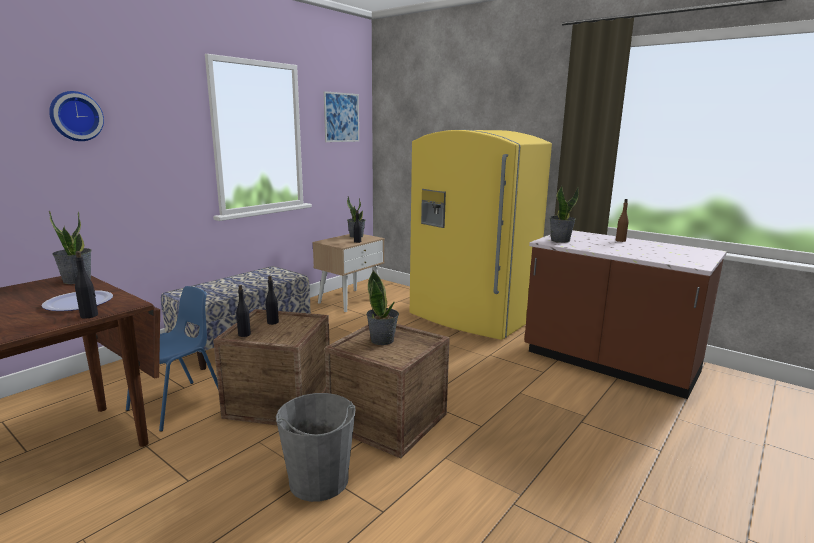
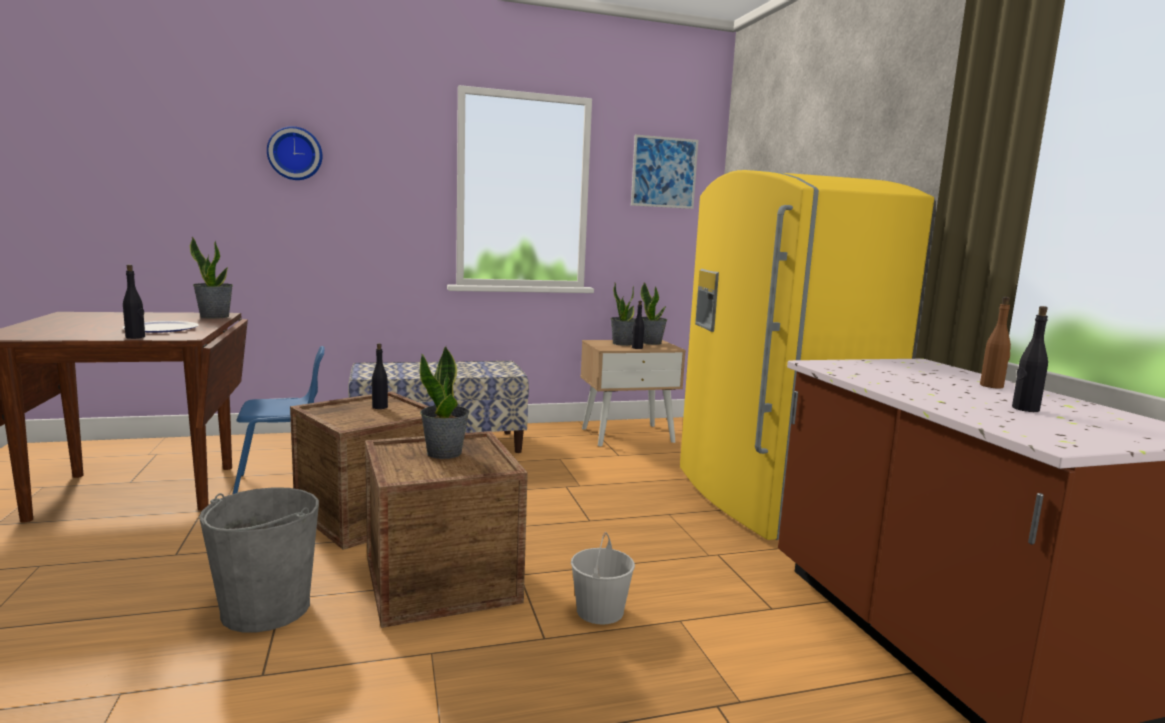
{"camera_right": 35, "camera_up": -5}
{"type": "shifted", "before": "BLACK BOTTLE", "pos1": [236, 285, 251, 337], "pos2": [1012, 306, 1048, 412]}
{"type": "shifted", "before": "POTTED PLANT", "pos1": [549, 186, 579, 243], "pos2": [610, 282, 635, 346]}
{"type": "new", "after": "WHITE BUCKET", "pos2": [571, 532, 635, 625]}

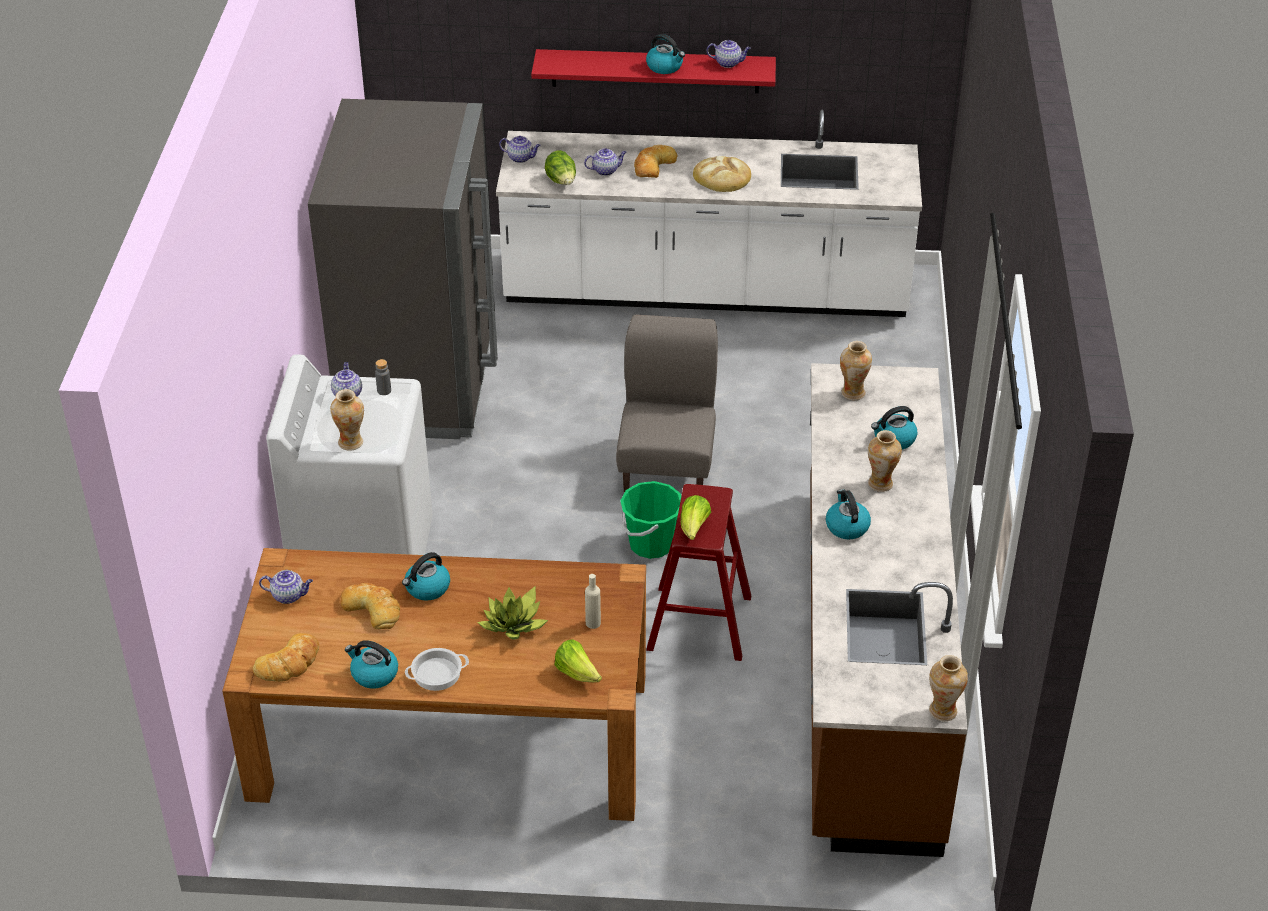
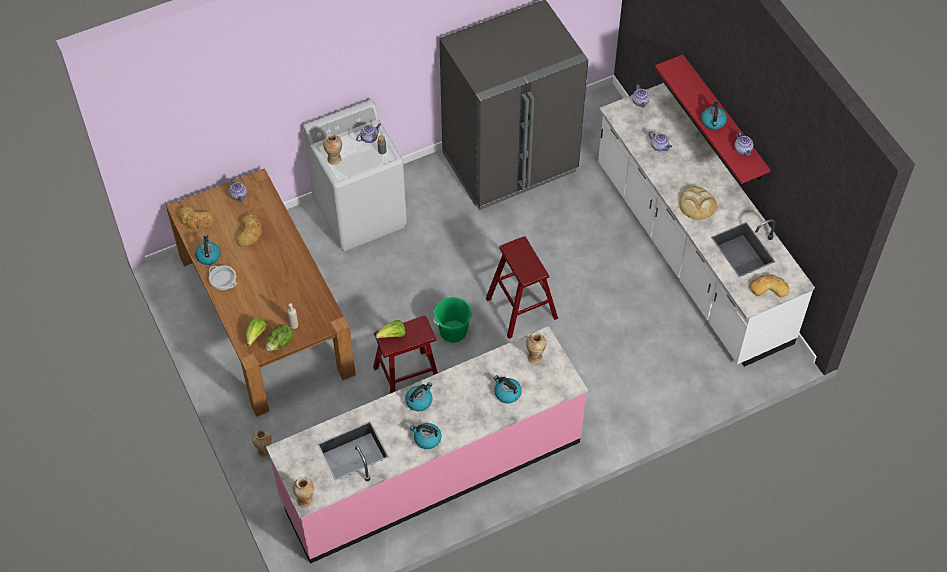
{"camera_right": 60, "camera_up": 15}
{"type": "shifted", "before": "KETTLE", "pos1": [402, 552, 450, 601], "pos2": [410, 423, 442, 449]}
{"type": "gone", "before": "POTTED PLANT", "pos1": [477, 586, 548, 640]}
{"type": "shifted", "before": "LETTUCE", "pos1": [545, 150, 576, 185], "pos2": [266, 324, 293, 351]}
{"type": "swapped", "before": "GREY CHAIR", "after": "RED STOOL", "pos1": [616, 314, 718, 492], "pos2": [486, 236, 558, 339]}
{"type": "shifted", "before": "BREAD", "pos1": [634, 145, 677, 178], "pos2": [749, 274, 789, 298]}
{"type": "repainted", "before": "BROWN COUNTER", "after": "PINK COUNTER", "pos1": [810, 363, 967, 857], "pos2": [266, 326, 588, 564]}
{"type": "shifted", "before": "VASE", "pos1": [868, 430, 902, 492], "pos2": [252, 429, 272, 457]}

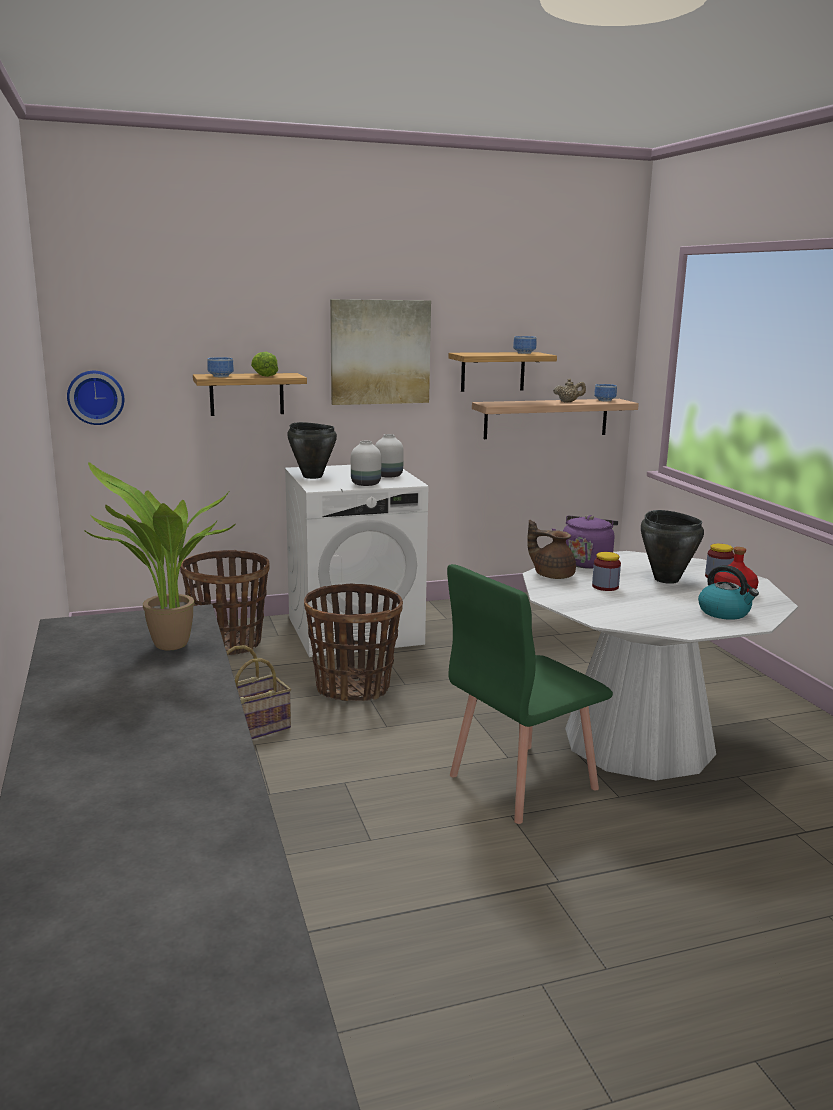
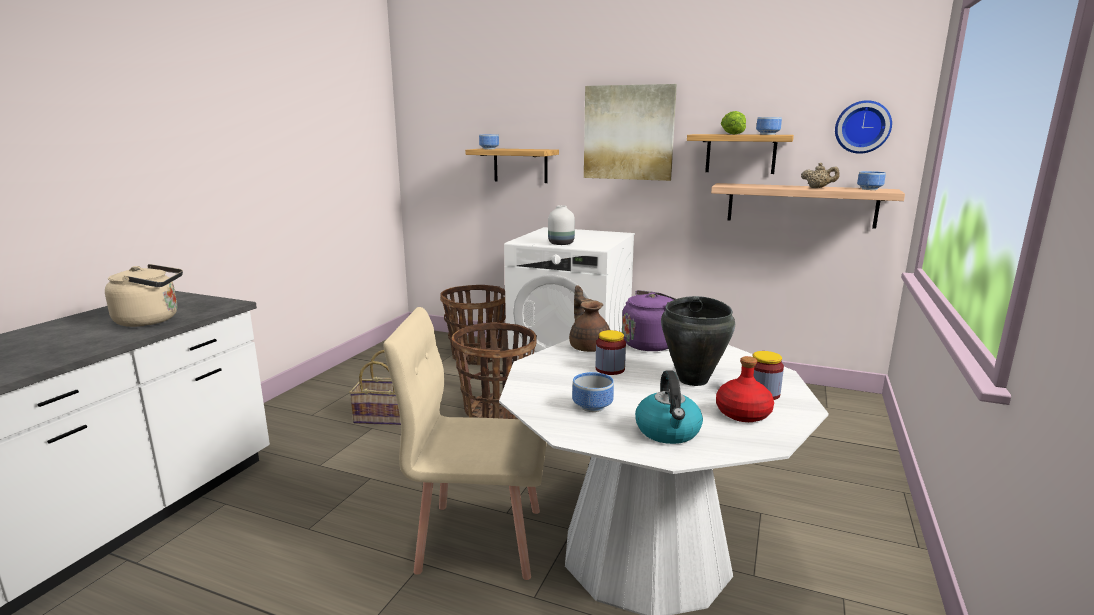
{"camera_right": 40, "camera_up": 0}
{"type": "shifted", "before": "WALL CLOCK", "pos1": [67, 371, 124, 425], "pos2": [835, 100, 892, 154]}
{"type": "swapped", "before": "POTTED PLANT", "after": "BEIGE KETTLE", "pos1": [84, 462, 236, 650], "pos2": [105, 264, 183, 327]}
{"type": "shifted", "before": "LETTUCE", "pos1": [251, 352, 278, 377], "pos2": [721, 111, 746, 135]}
{"type": "gone", "before": "BLACK COOKING POT", "pos1": [287, 422, 337, 479]}
{"type": "gone", "before": "WHITE VASE", "pos1": [375, 434, 404, 478]}
{"type": "repainted", "before": "GREEN CHAIR", "after": "BEIGE CHAIR", "pos1": [447, 564, 613, 824], "pos2": [384, 307, 547, 580]}
{"type": "new", "after": "BOWL", "pos2": [572, 372, 614, 412]}

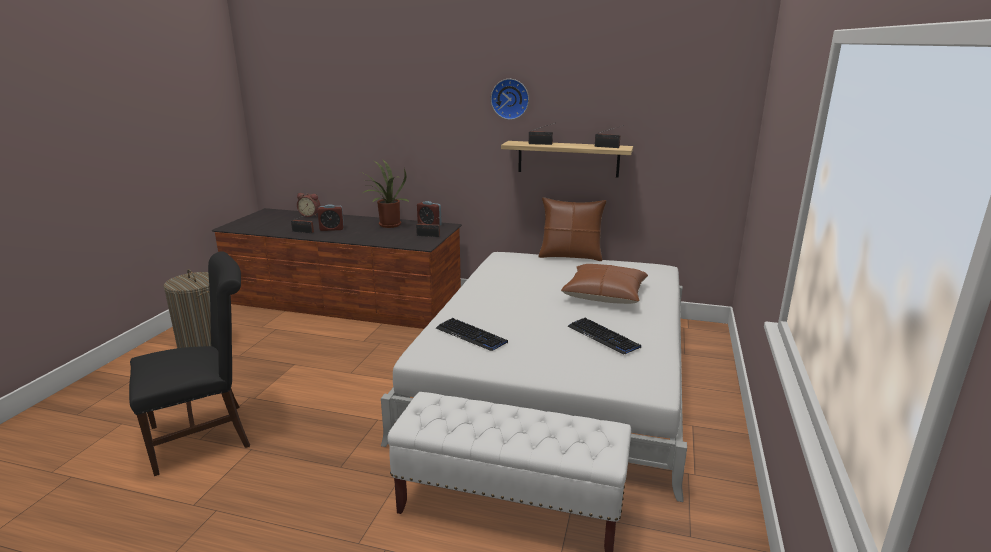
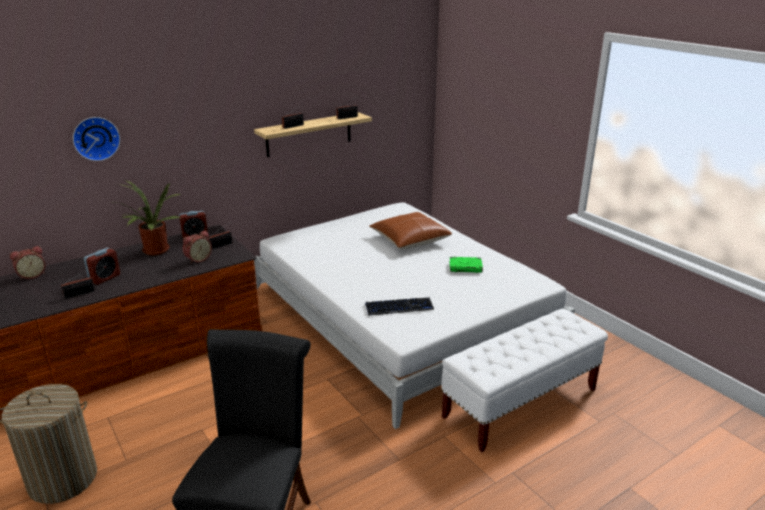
{"camera_right": -50, "camera_up": 5}
{"type": "shifted", "before": "WALL CLOCK", "pos1": [491, 79, 529, 120], "pos2": [73, 117, 120, 161]}
{"type": "gone", "before": "BROWN PILLOW", "pos1": [538, 197, 606, 261]}
{"type": "swapped", "before": "KEYBOARD", "after": "GREEN BOOK", "pos1": [568, 318, 641, 354], "pos2": [450, 257, 483, 273]}
{"type": "new", "after": "ALARM CLOCK", "pos2": [183, 230, 212, 264]}

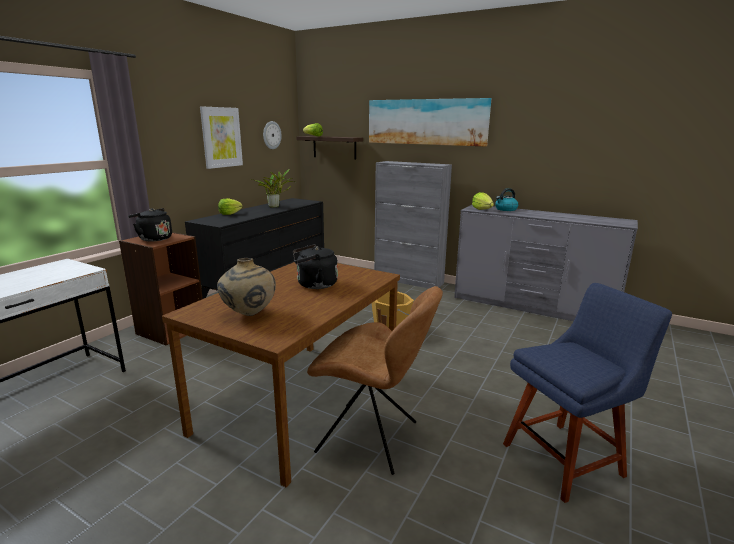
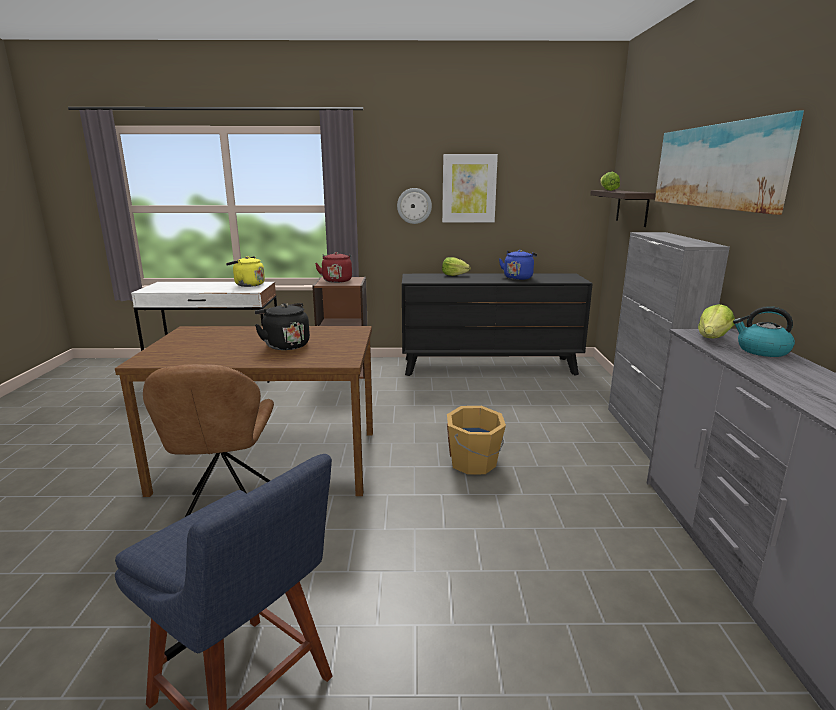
{"camera_right": 60, "camera_up": 0}
{"type": "repainted", "before": "BLACK KETTLE", "after": "RED KETTLE", "pos1": [128, 208, 172, 241], "pos2": [315, 252, 352, 283]}
{"type": "gone", "before": "BEIGE VASE", "pos1": [217, 258, 276, 316]}
{"type": "swapped", "before": "POTTED PLANT", "after": "BLUE KETTLE", "pos1": [250, 169, 296, 208], "pos2": [499, 250, 537, 280]}
{"type": "shifted", "before": "WALL CLOCK", "pos1": [263, 121, 282, 149], "pos2": [397, 188, 432, 224]}
{"type": "new", "after": "YELLOW KETTLE", "pos2": [226, 256, 265, 287]}

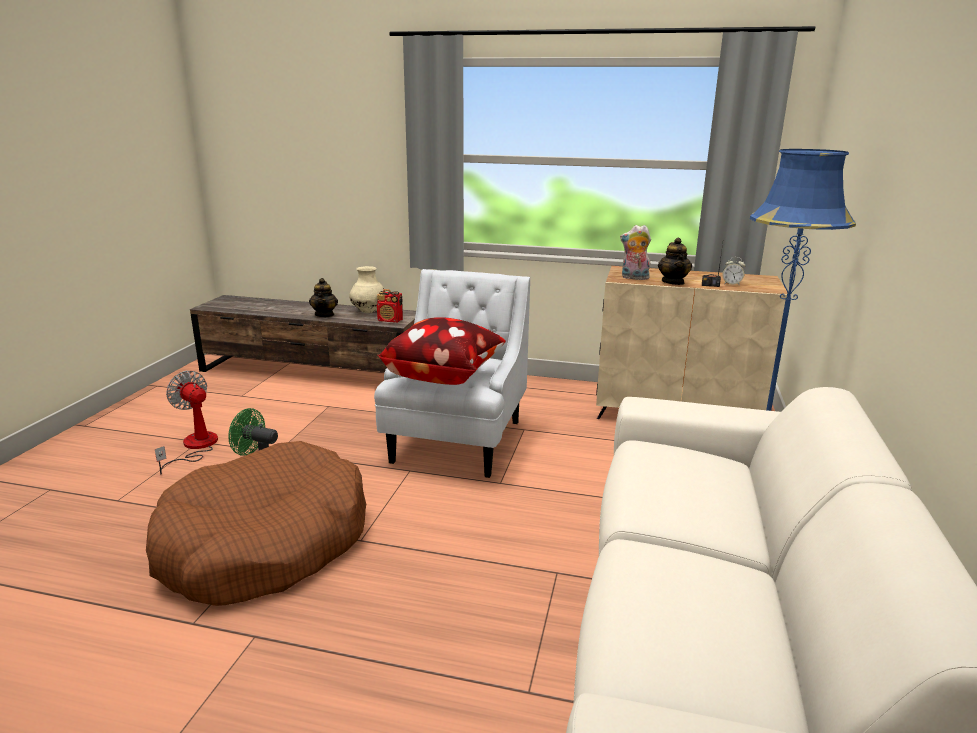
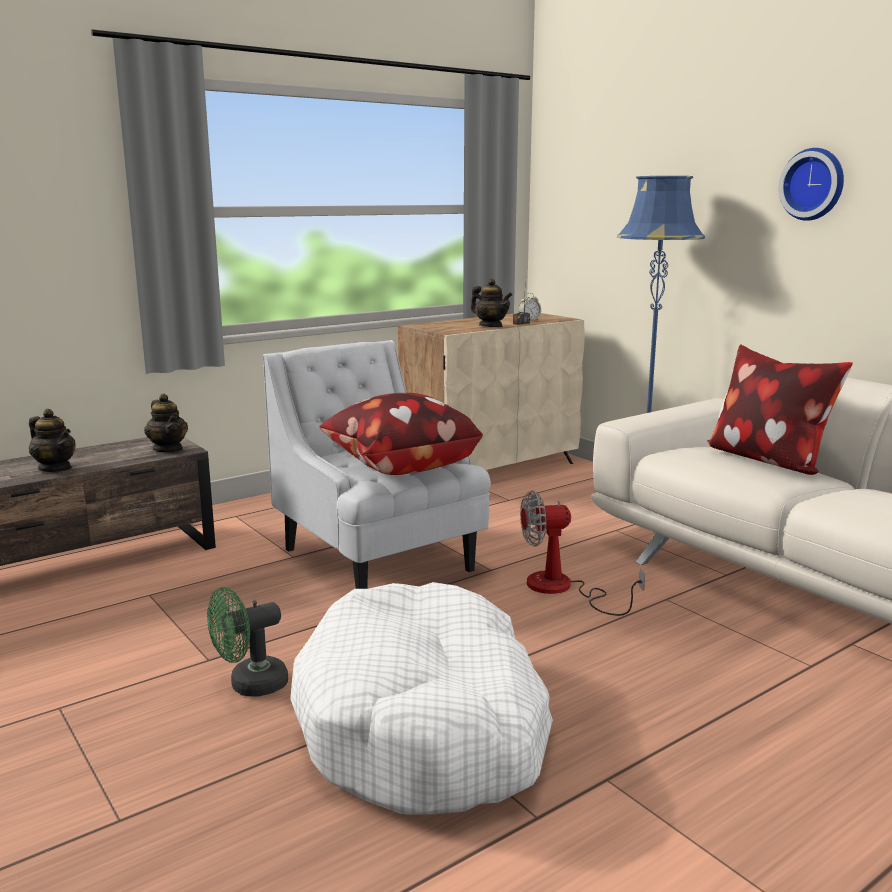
{"camera_right": -50, "camera_up": -5}
{"type": "repainted", "before": "BROWN DOG BED", "after": "WHITE DOG BED", "pos1": [146, 441, 366, 606], "pos2": [290, 582, 553, 815]}
{"type": "shifted", "before": "FAN", "pos1": [155, 371, 218, 474], "pos2": [520, 491, 645, 616]}
{"type": "gone", "before": "BEIGE VASE", "pos1": [349, 266, 386, 313]}
{"type": "swapped", "before": "RADIO", "after": "TEAPOT", "pos1": [377, 289, 403, 323], "pos2": [144, 394, 188, 453]}
{"type": "gone", "before": "PLUSH TOY", "pos1": [620, 225, 651, 281]}
{"type": "new", "after": "PILLOW", "pos2": [707, 345, 853, 475]}
{"type": "new", "after": "WALL CLOCK", "pos2": [778, 148, 844, 221]}

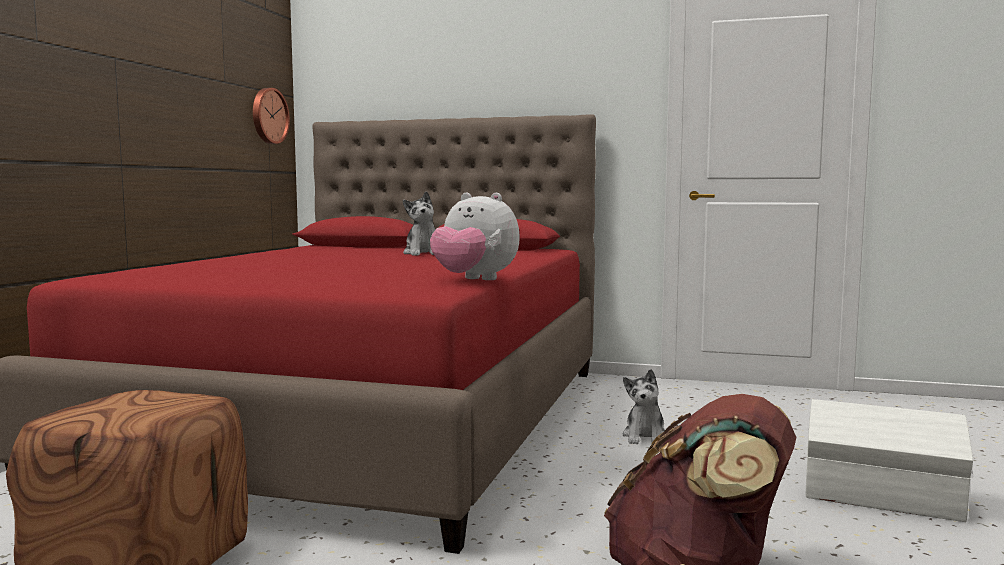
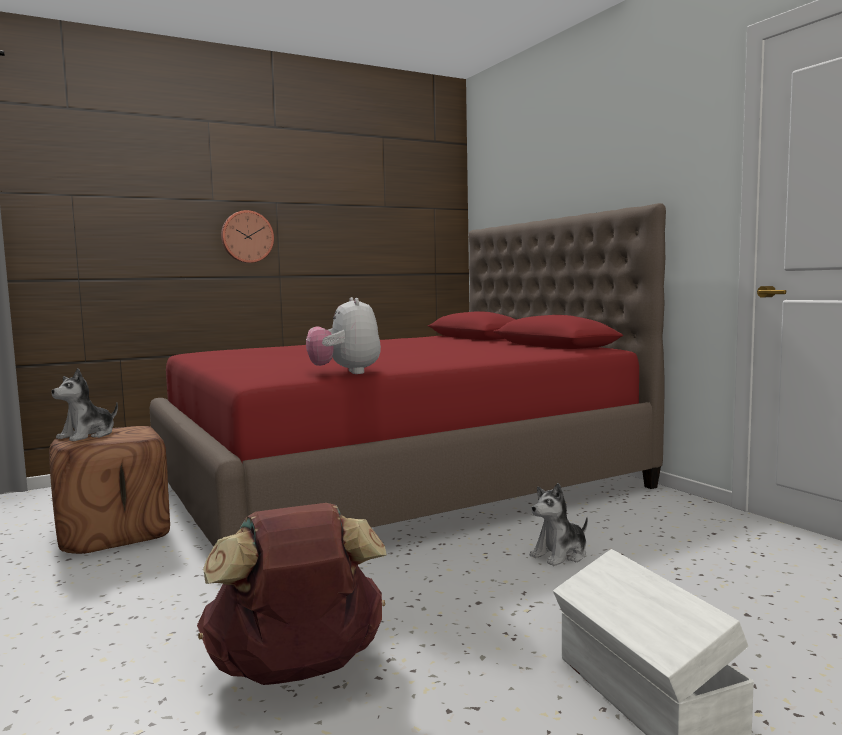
{"camera_right": 45, "camera_up": 0}
{"type": "shifted", "before": "WALL CLOCK", "pos1": [253, 88, 290, 144], "pos2": [221, 210, 274, 263]}
{"type": "shifted", "before": "PLUSH TOY", "pos1": [403, 191, 435, 255], "pos2": [52, 368, 118, 441]}

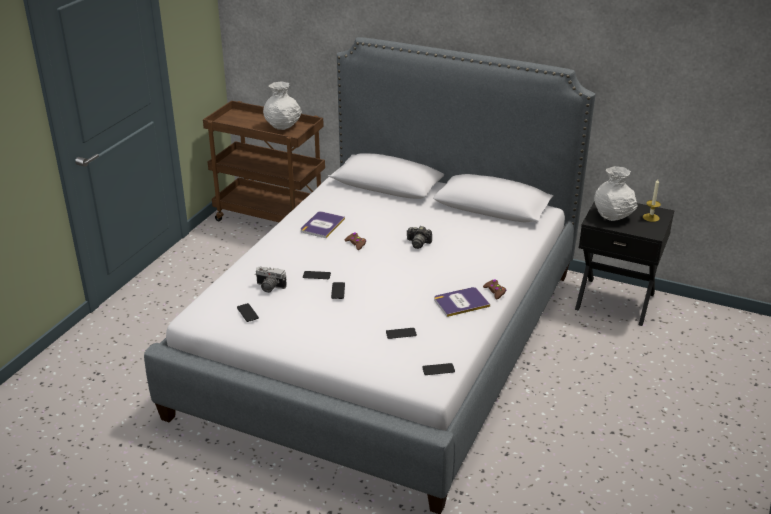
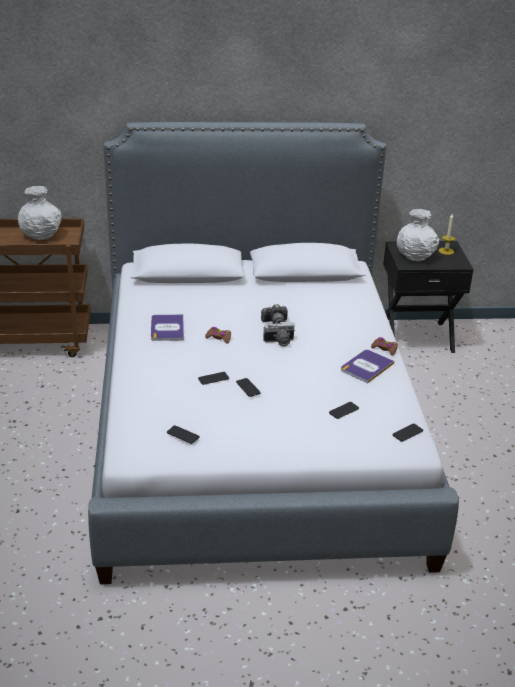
{"camera_right": -30, "camera_up": 0}
{"type": "shifted", "before": "PHOTO CAMERA", "pos1": [255, 267, 287, 293], "pos2": [263, 321, 296, 347]}

